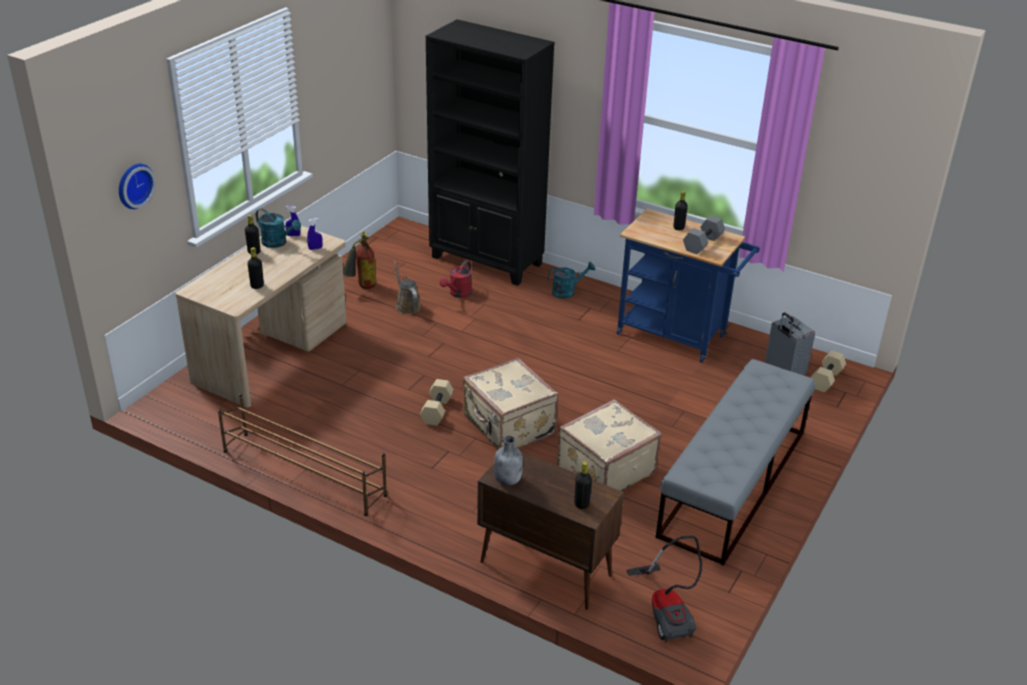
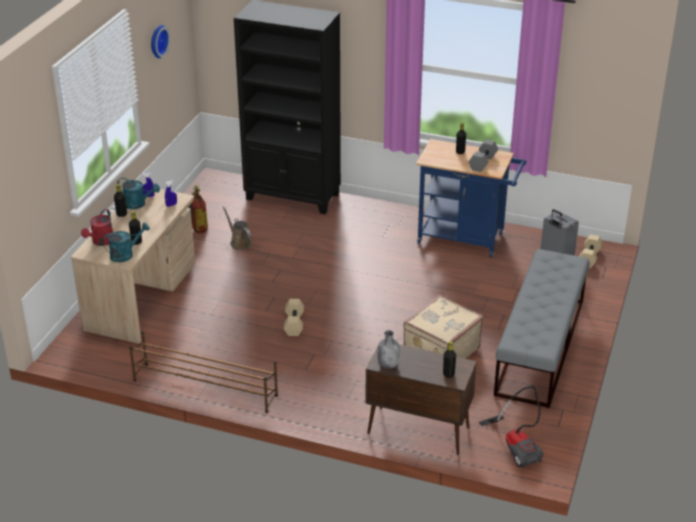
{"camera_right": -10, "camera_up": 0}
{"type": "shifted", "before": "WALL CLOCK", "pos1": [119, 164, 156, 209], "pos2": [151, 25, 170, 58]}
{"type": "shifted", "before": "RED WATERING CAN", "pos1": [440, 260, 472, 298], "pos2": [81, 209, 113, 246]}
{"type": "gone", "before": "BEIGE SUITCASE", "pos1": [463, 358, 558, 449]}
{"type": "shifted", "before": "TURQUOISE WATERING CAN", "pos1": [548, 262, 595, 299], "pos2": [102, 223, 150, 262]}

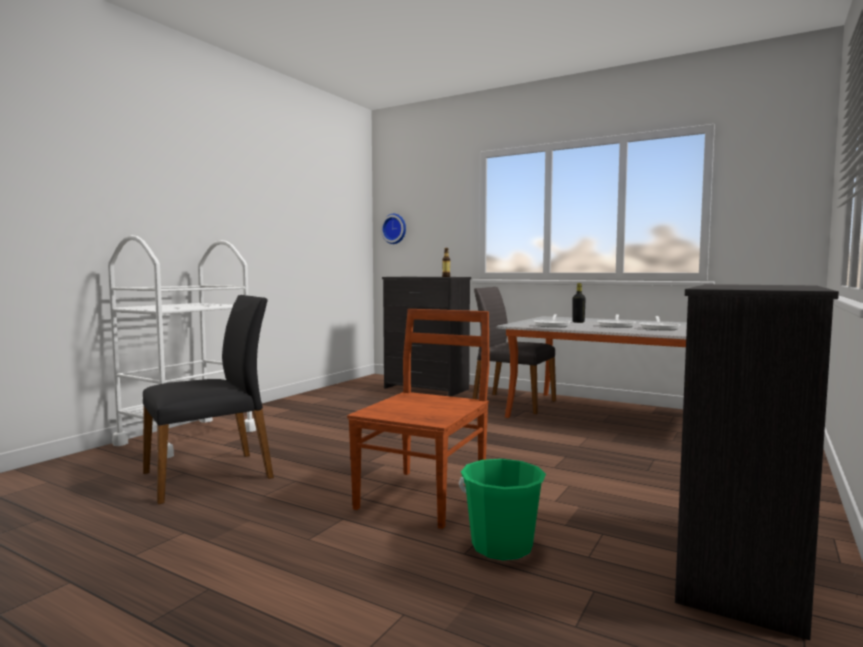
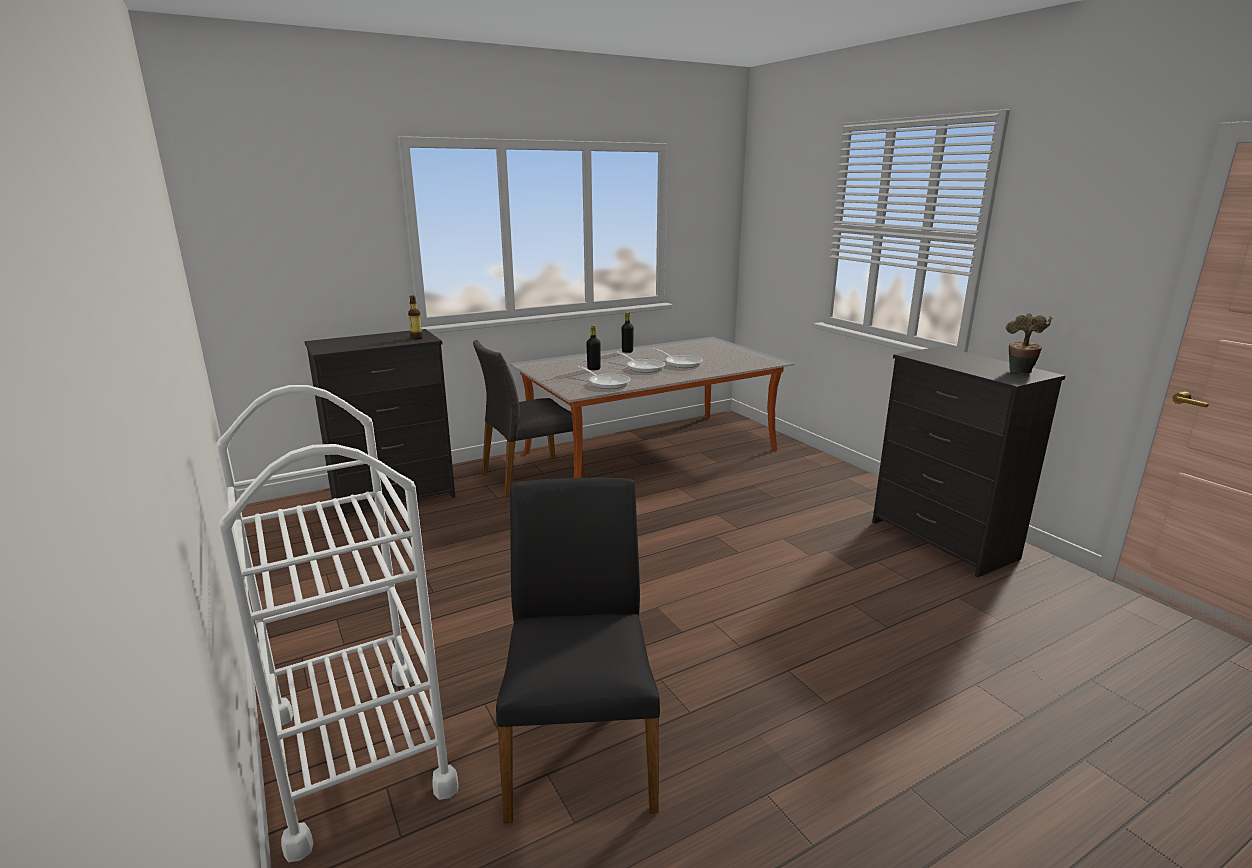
{"camera_right": -60, "camera_up": 15}
{"type": "gone", "before": "BROWN CHAIR", "pos1": [347, 309, 490, 529]}
{"type": "gone", "before": "WALL CLOCK", "pos1": [381, 214, 406, 244]}
{"type": "gone", "before": "GREEN BUCKET", "pos1": [459, 459, 546, 560]}
{"type": "new", "after": "BLACK BOTTLE", "pos2": [622, 312, 634, 353]}
{"type": "new", "after": "POTTED PLANT", "pos2": [1006, 313, 1052, 373]}

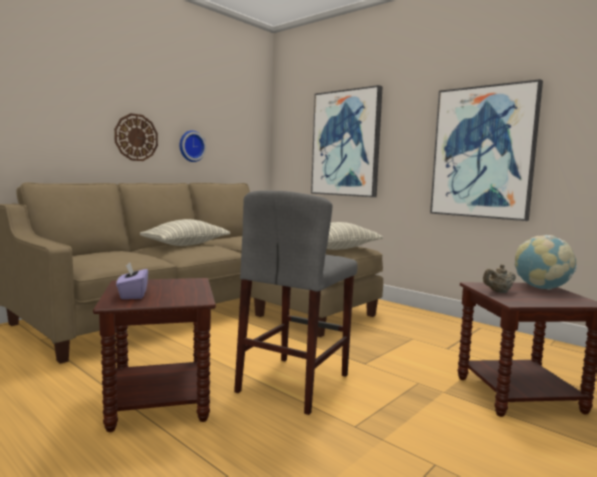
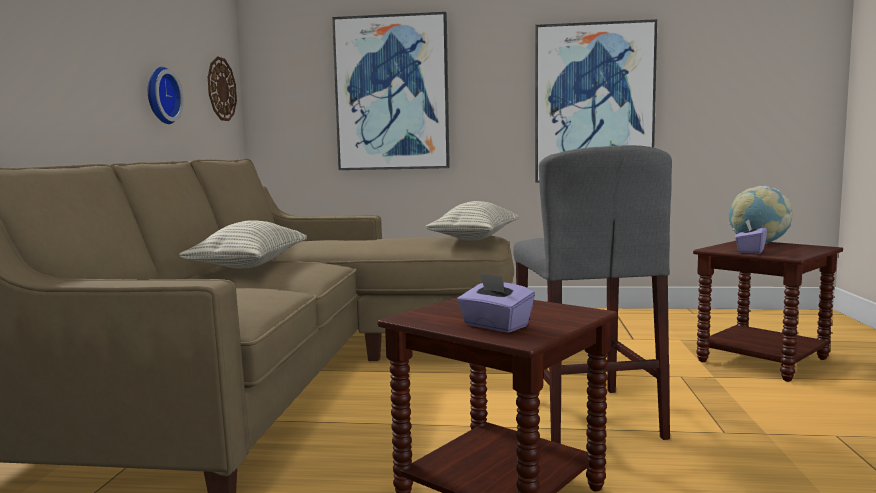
{"camera_right": -35, "camera_up": 0}
{"type": "shifted", "before": "WALL CLOCK", "pos1": [114, 113, 158, 161], "pos2": [208, 56, 237, 121]}
{"type": "swapped", "before": "BEIGE TEAPOT", "after": "PURPLE TISSUE BOX", "pos1": [483, 264, 516, 293], "pos2": [735, 220, 767, 254]}

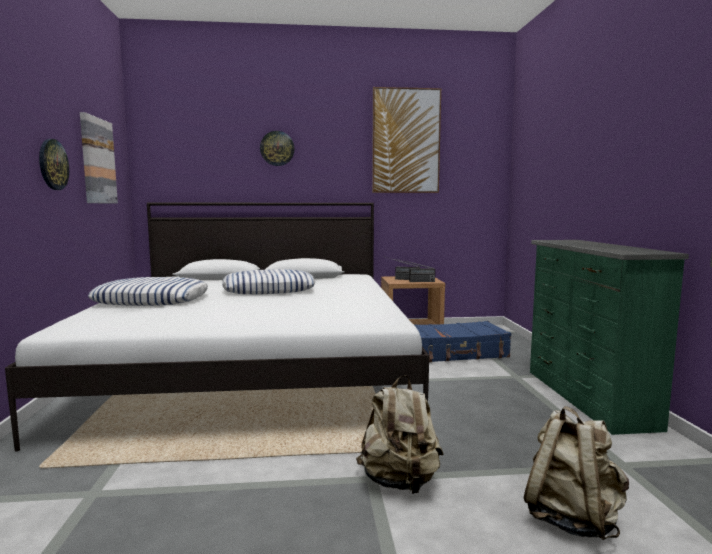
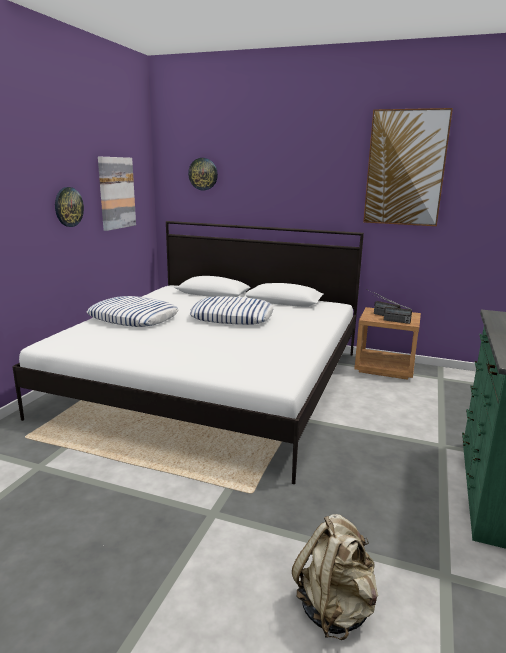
{"camera_right": 25, "camera_up": 10}
{"type": "shifted", "before": "WALL CLOCK", "pos1": [260, 131, 294, 166], "pos2": [188, 158, 218, 190]}
{"type": "gone", "before": "BEIGE BACKPACK", "pos1": [356, 375, 443, 494]}
{"type": "gone", "before": "BLUE SUITCASE", "pos1": [414, 321, 511, 362]}

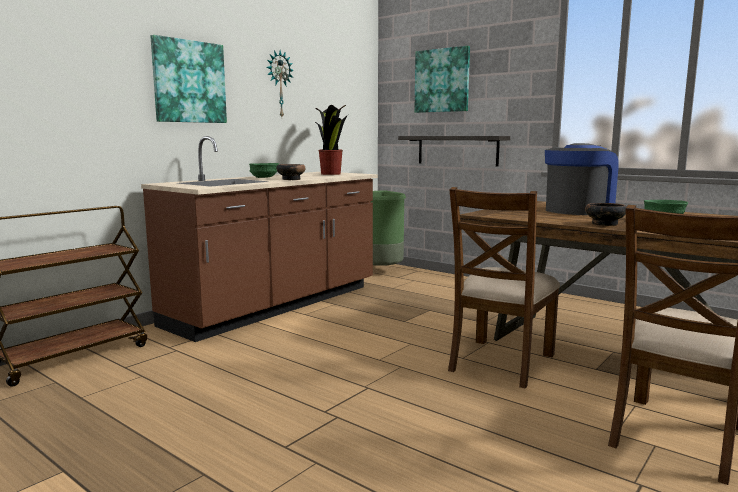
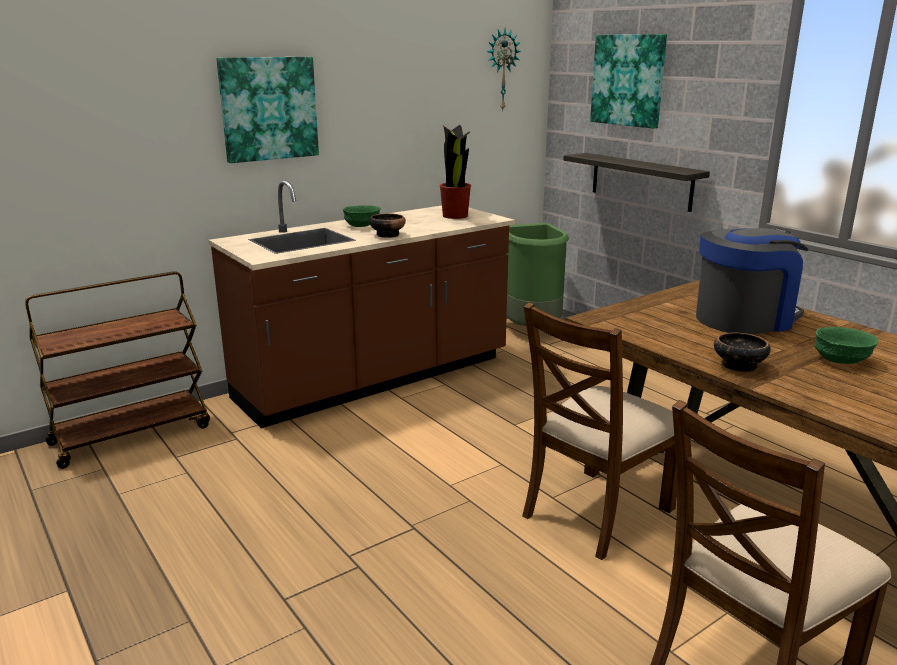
{"camera_right": 15, "camera_up": 10}
{"type": "shifted", "before": "WALL CLOCK", "pos1": [267, 50, 294, 117], "pos2": [487, 28, 521, 110]}

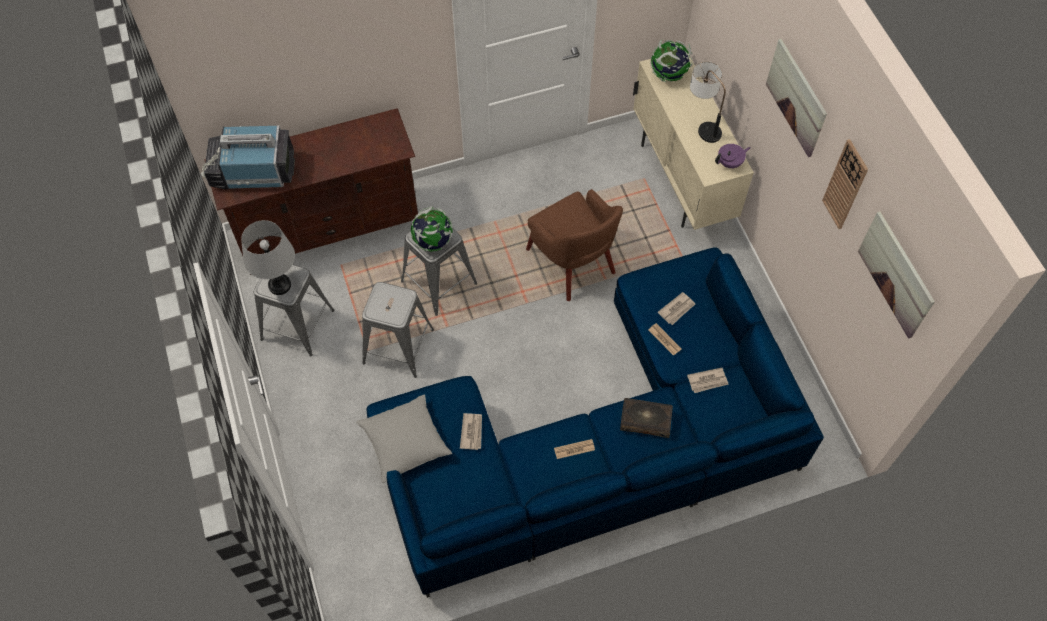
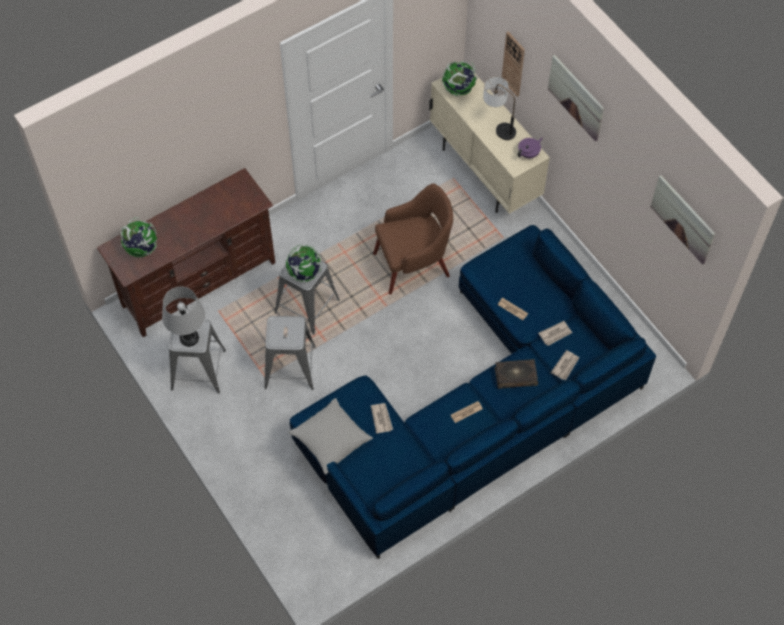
{"camera_right": -15, "camera_up": 0}
{"type": "swapped", "before": "TELEVISION", "after": "GLOBE", "pos1": [201, 125, 295, 189], "pos2": [121, 217, 157, 257]}
{"type": "rotated", "before": "BROWN ARMCHAIR", "pos1": [526, 189, 623, 301], "pos2": [373, 183, 453, 294], "turn": -60}
{"type": "shifted", "before": "NEWSPAPER", "pos1": [658, 292, 695, 325], "pos2": [551, 350, 579, 380]}
{"type": "shifted", "before": "WALL CLOCK", "pos1": [822, 139, 868, 229], "pos2": [502, 32, 525, 97]}

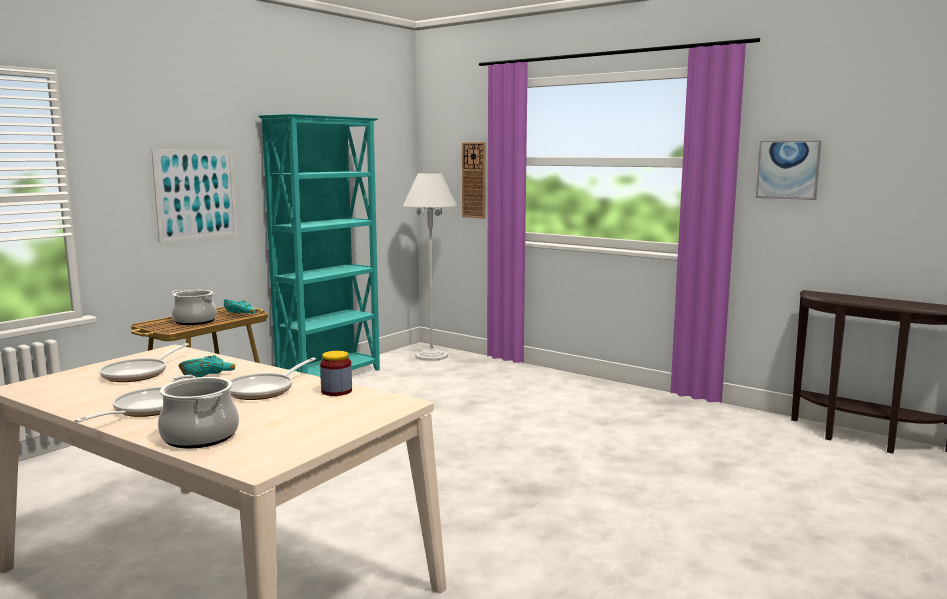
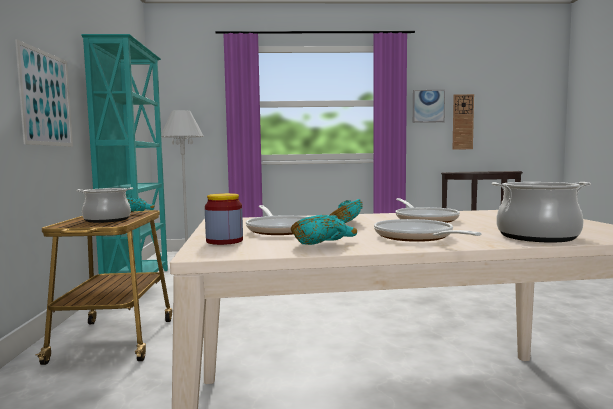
{"camera_right": -40, "camera_up": -5}
{"type": "shifted", "before": "JAR", "pos1": [320, 351, 352, 396], "pos2": [205, 193, 243, 245]}
{"type": "shifted", "before": "WALL CLOCK", "pos1": [462, 142, 486, 219], "pos2": [453, 94, 474, 150]}
{"type": "new", "after": "TURQUOISE BOWL", "pos2": [291, 215, 357, 245]}

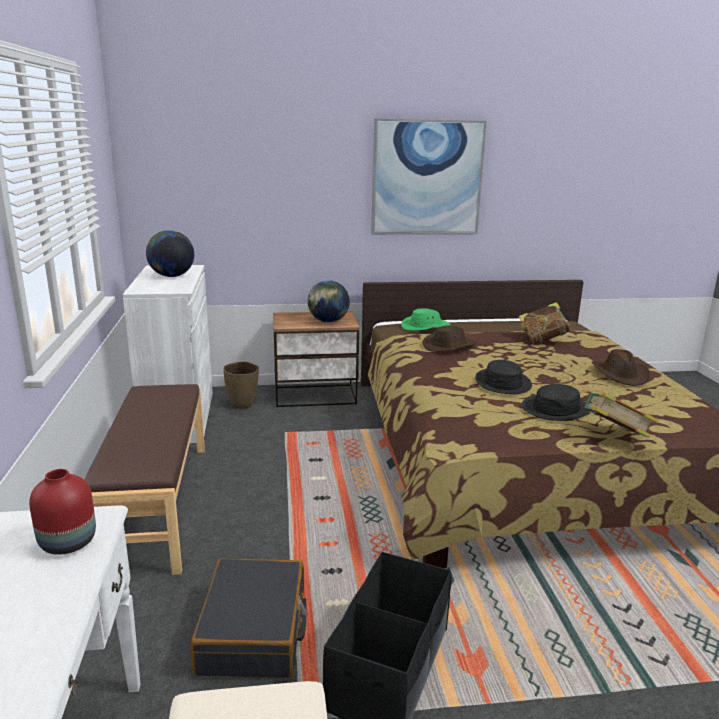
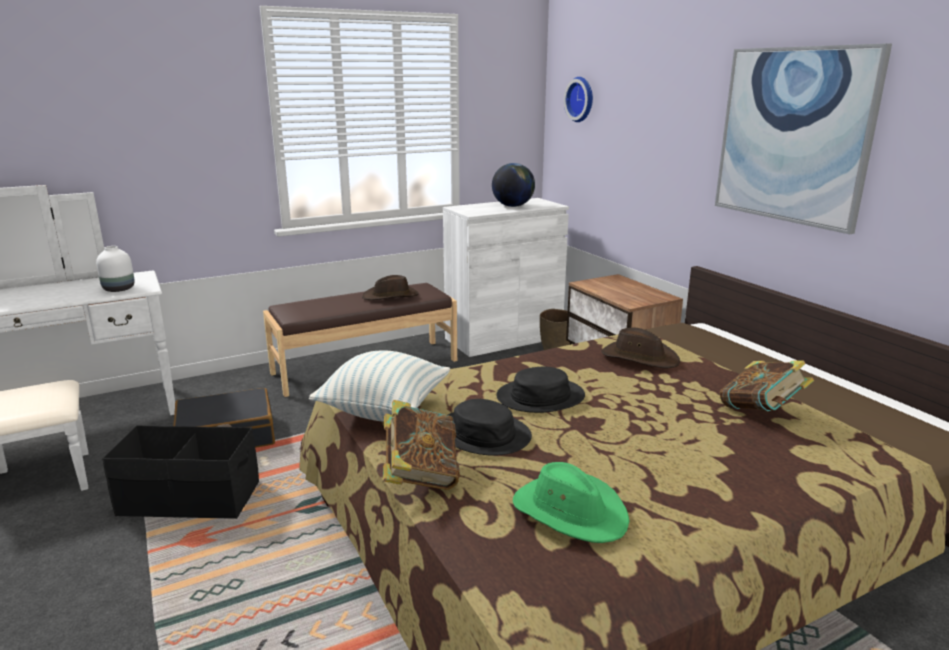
{"camera_right": 70, "camera_up": 0}
{"type": "repainted", "before": "RED VASE", "after": "WHITE VASE", "pos1": [29, 469, 96, 555], "pos2": [96, 246, 134, 292]}
{"type": "gone", "before": "GLOBE", "pos1": [308, 280, 350, 322]}
{"type": "shifted", "before": "GREEN HAT", "pos1": [401, 308, 451, 331], "pos2": [513, 462, 629, 543]}
{"type": "shifted", "before": "BROWN HAT", "pos1": [592, 349, 650, 386], "pos2": [362, 275, 419, 300]}
{"type": "new", "after": "PILLOW", "pos2": [309, 350, 450, 422]}
{"type": "new", "after": "WALL CLOCK", "pos2": [564, 77, 593, 122]}

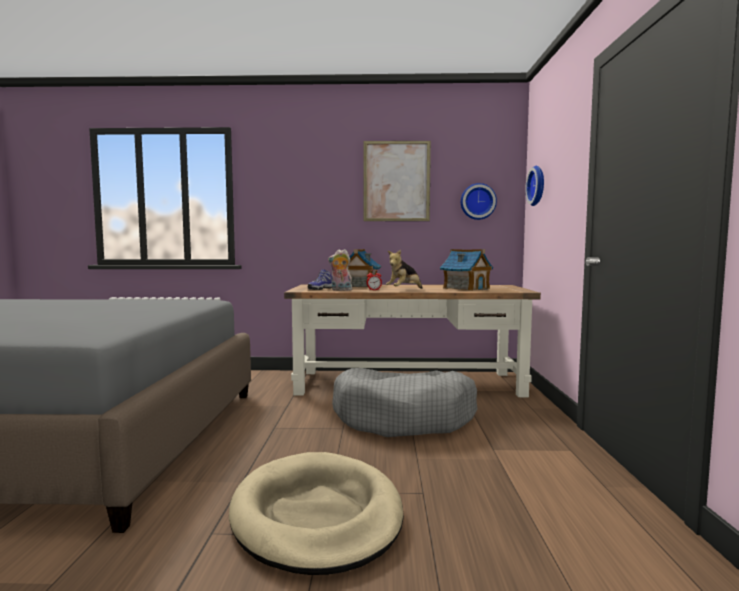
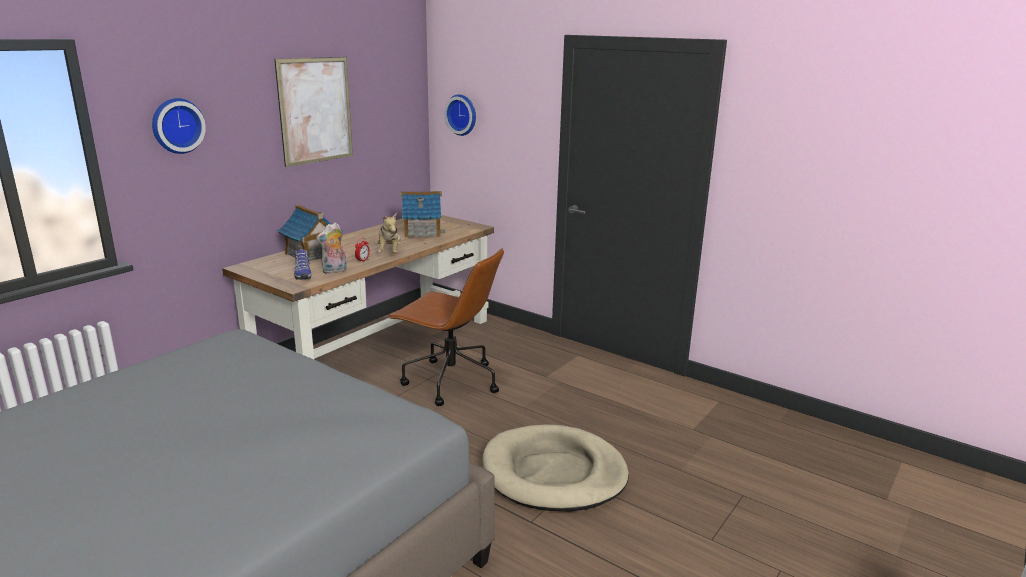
{"camera_right": -55, "camera_up": 15}
{"type": "swapped", "before": "GREY DOG BED", "after": "BROWN OFFICE CHAIR", "pos1": [332, 368, 477, 437], "pos2": [388, 248, 504, 406]}
{"type": "shifted", "before": "WALL CLOCK", "pos1": [461, 183, 497, 220], "pos2": [152, 98, 206, 154]}

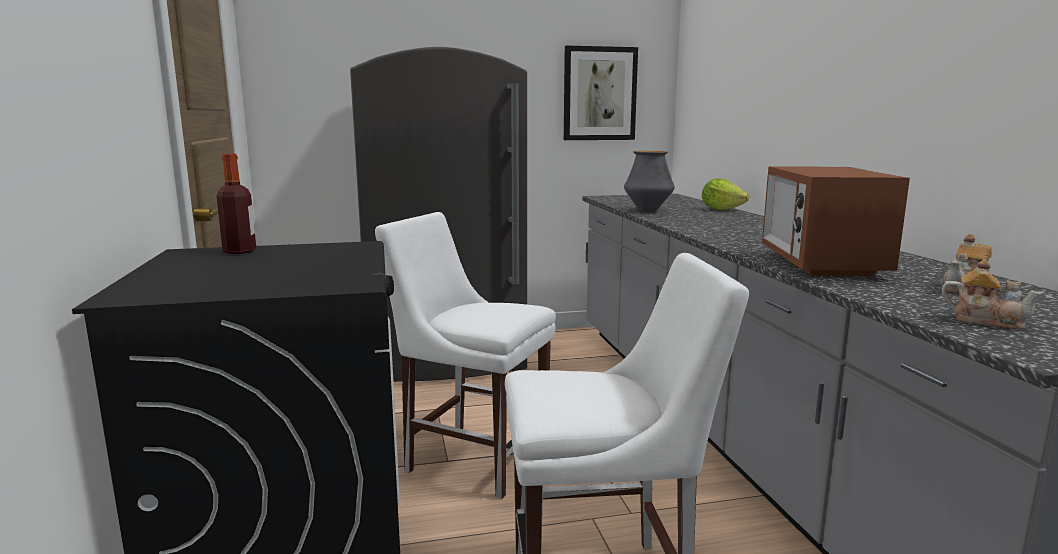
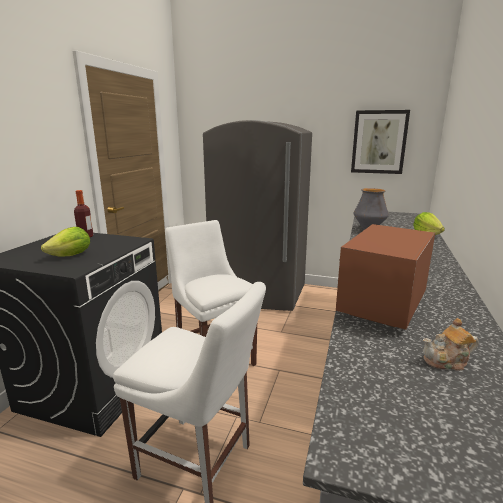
{"camera_right": 30, "camera_up": 5}
{"type": "gone", "before": "TEAPOT", "pos1": [942, 259, 1044, 330]}
{"type": "new", "after": "LETTUCE", "pos2": [41, 227, 90, 256]}

